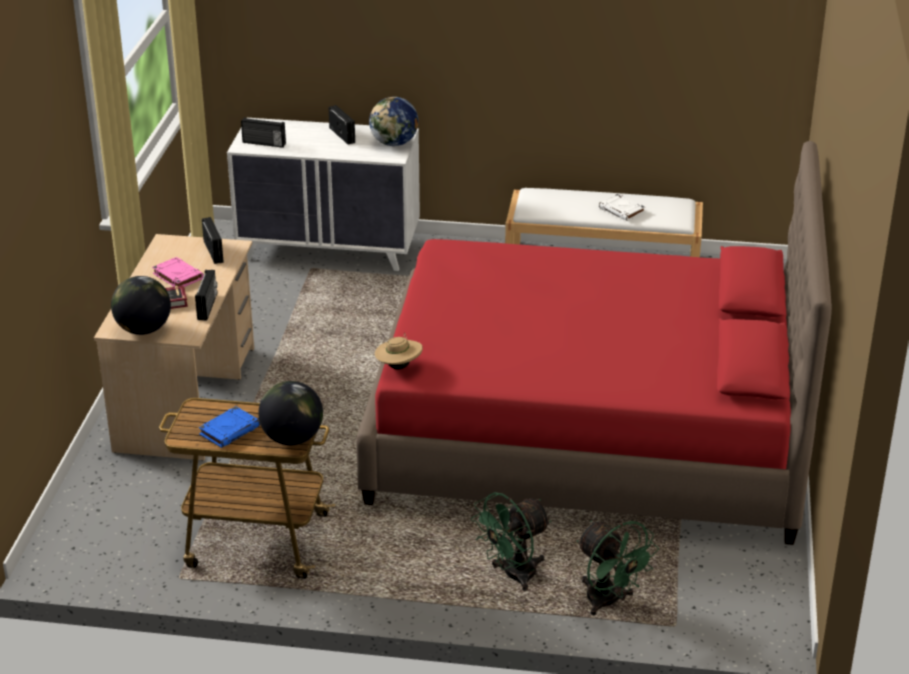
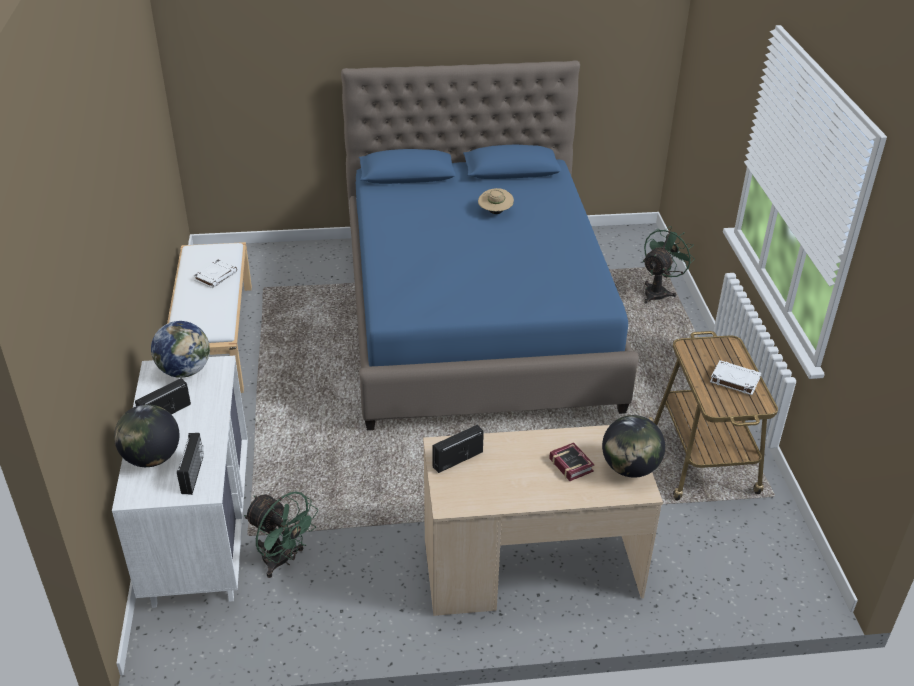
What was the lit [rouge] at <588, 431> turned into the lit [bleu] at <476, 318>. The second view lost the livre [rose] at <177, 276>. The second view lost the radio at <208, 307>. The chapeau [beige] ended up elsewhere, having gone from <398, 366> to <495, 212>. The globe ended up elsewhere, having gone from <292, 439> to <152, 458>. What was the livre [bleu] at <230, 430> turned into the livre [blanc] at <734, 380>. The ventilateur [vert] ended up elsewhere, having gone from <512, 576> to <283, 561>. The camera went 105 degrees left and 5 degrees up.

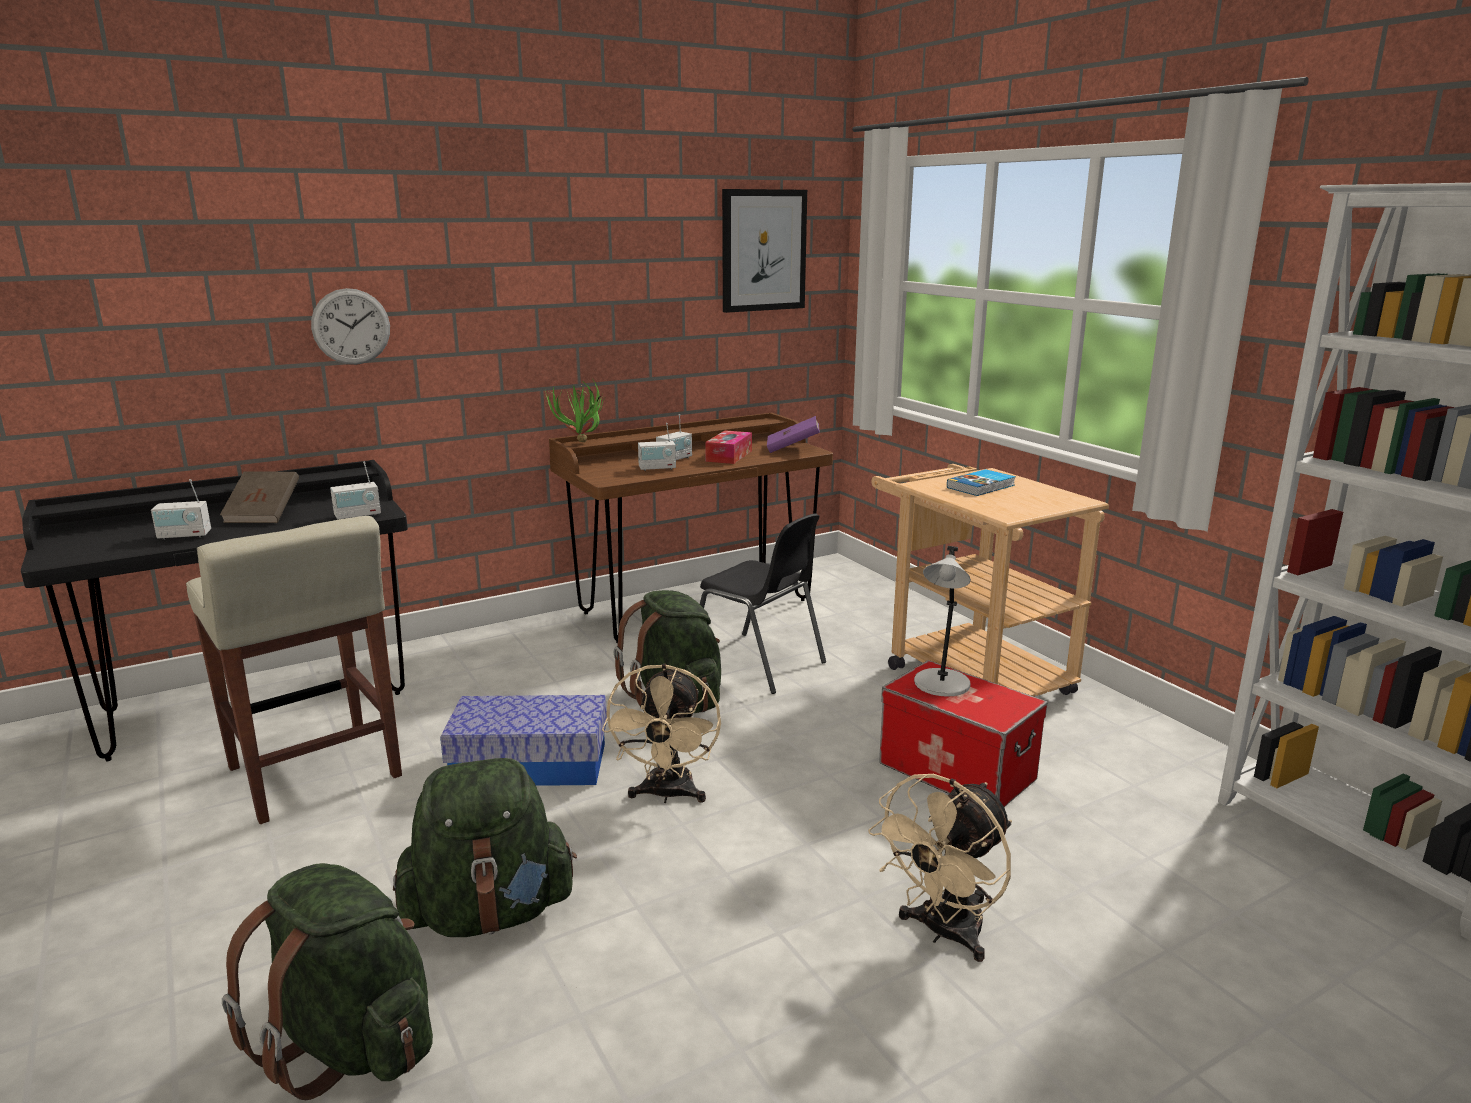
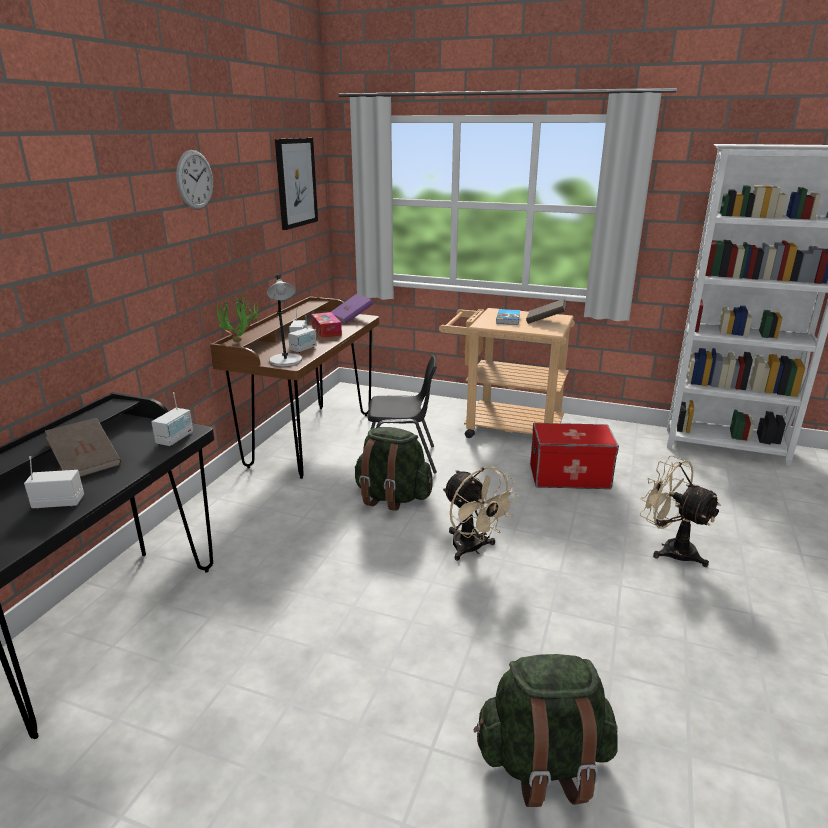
The horloge murale ended up elsewhere, having gone from <351, 326> to <195, 180>. The radio at <184, 536> ended up facing another way, 135 degrees counterclockwise from before. The second view lost the tabouret [beige] at <315, 774>. The lampe de table [gris] ended up elsewhere, having gone from <941, 685> to <286, 361>. The second view lost the boîte de rangement at <530, 764>. The second view lost the sac à dos [vert] at <490, 913>. The ventilateur [beige] at <943, 933> ended up facing another way, 135 degrees clockwise from before. The second view gained the livre [marron] at <545, 321>. The camera went 40 degrees left and 5 degrees up.

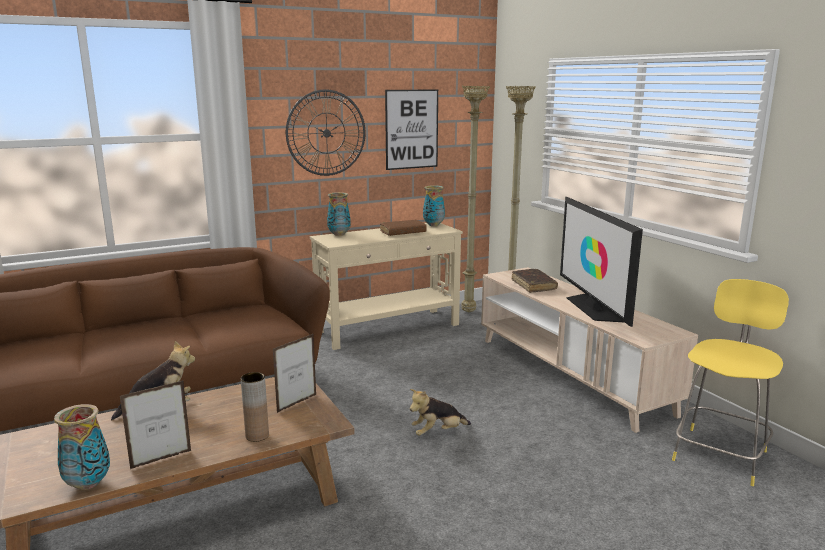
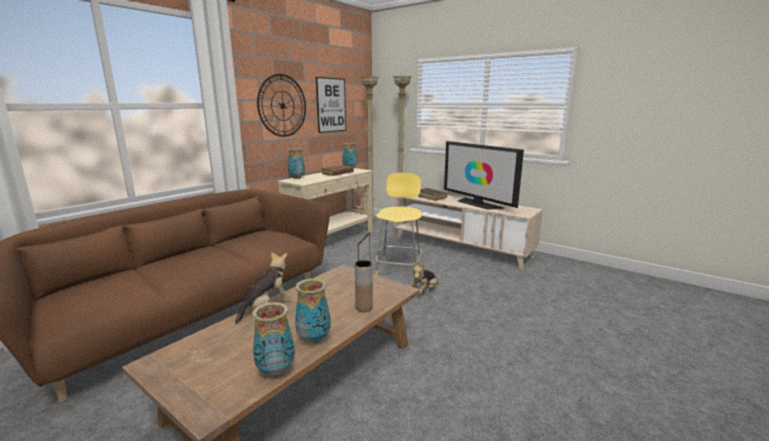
The tabouret [jaune] ended up elsewhere, having gone from <720, 454> to <399, 268>. Where the cadre photo stood at <161, 459>, the vase came to stand at <314, 339>. The camera went 25 degrees left and 0 degrees up.

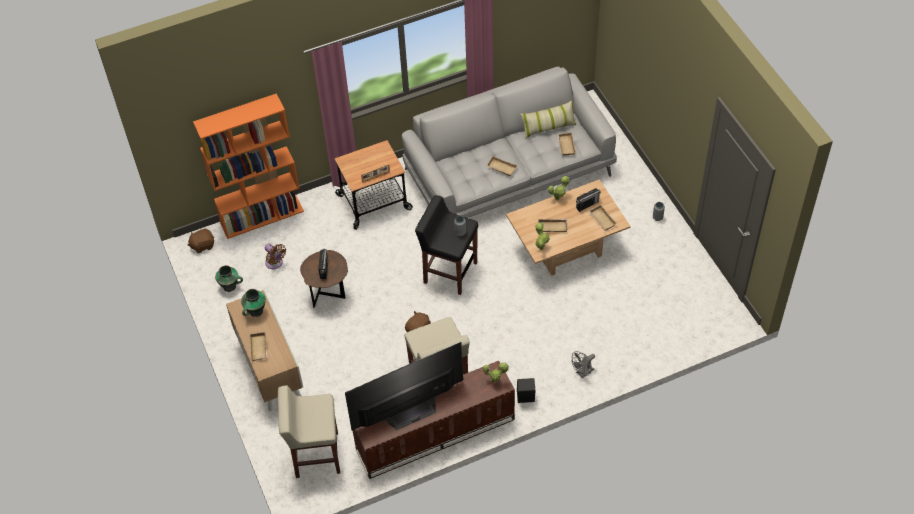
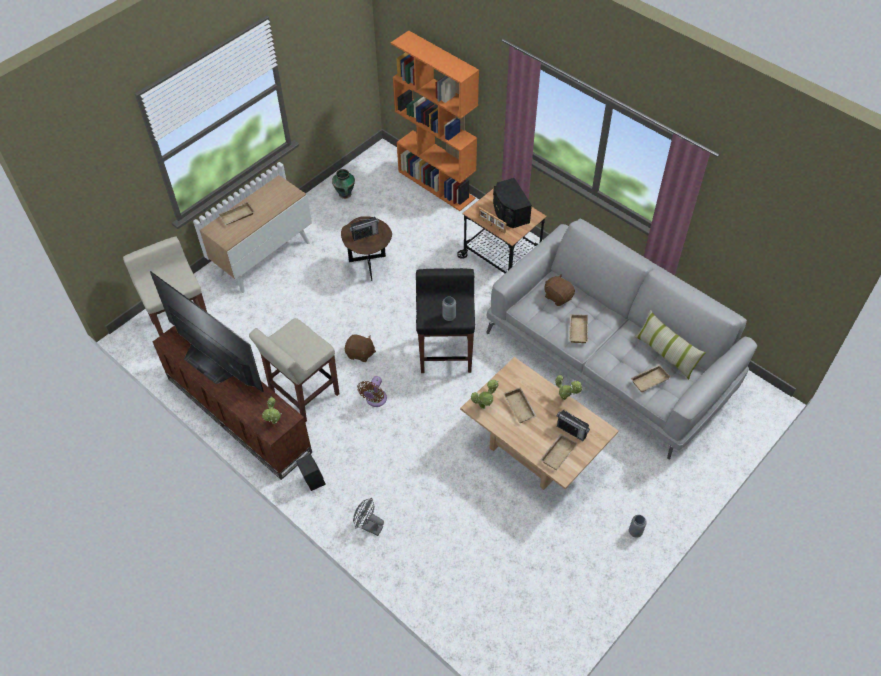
The peluche [marron] ended up elsewhere, having gone from <202, 245> to <558, 296>. The ventilateur [marron] ended up elsewhere, having gone from <275, 263> to <375, 400>. The second view lost the vase at <255, 312>. The second view gained the enceinte [noir] at <509, 212>. The camera went 65 degrees right and 0 degrees up.

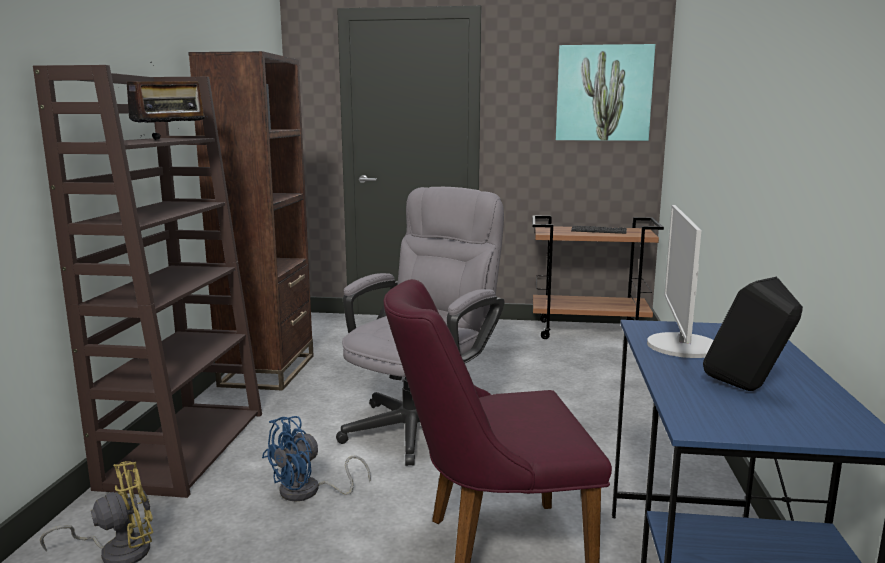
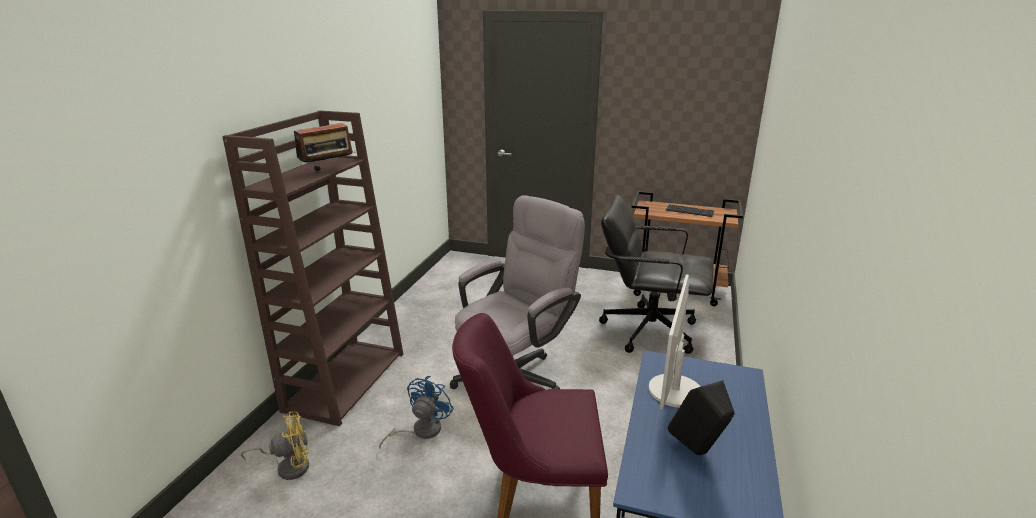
The second view lost the tableau at <603, 93>. The second view lost the bibliothèque [marron] at <268, 370>. The ventilateur [bleu] at <308, 492> ended up facing another way, 150 degrees clockwise from before. The second view gained the chaise de bureau [noir] at <648, 330>. The camera went 10 degrees right and 10 degrees up.

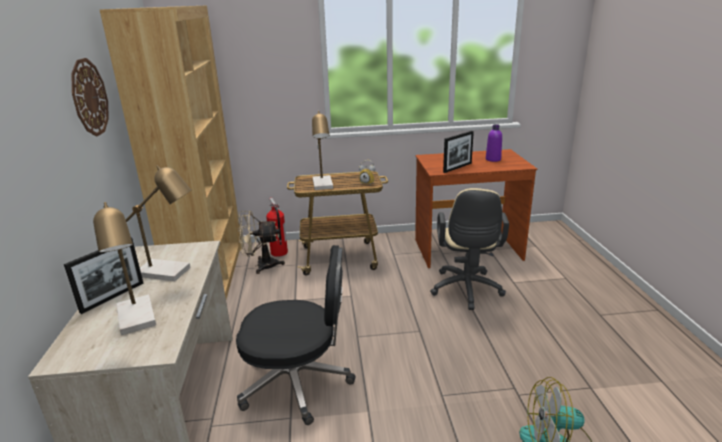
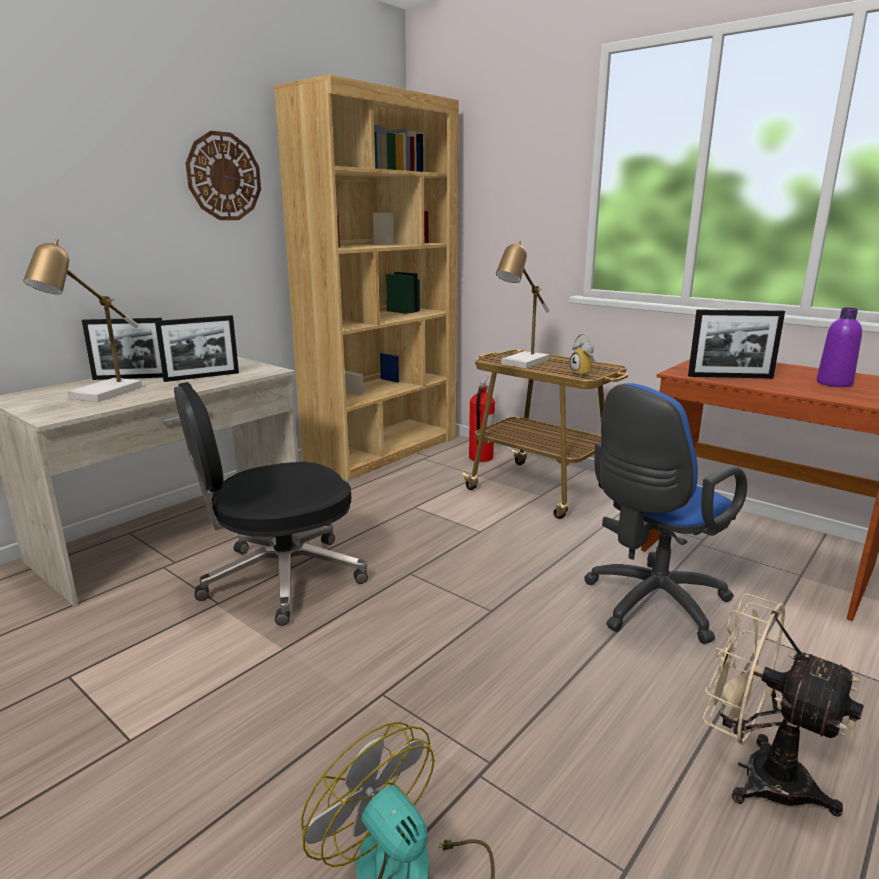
Where the lampe de table stood at <170, 272>, the cadre photo came to stand at <202, 377>. What was the chaise de bureau [beige] at <466, 291> turned into the chaise de bureau [bleu] at <650, 605>. The ventilateur [beige] ended up elsewhere, having gone from <261, 266> to <757, 774>. The chaise de bureau [noir] at <298, 382> ended up facing another way, 105 degrees clockwise from before. The camera went 45 degrees right and 5 degrees down.

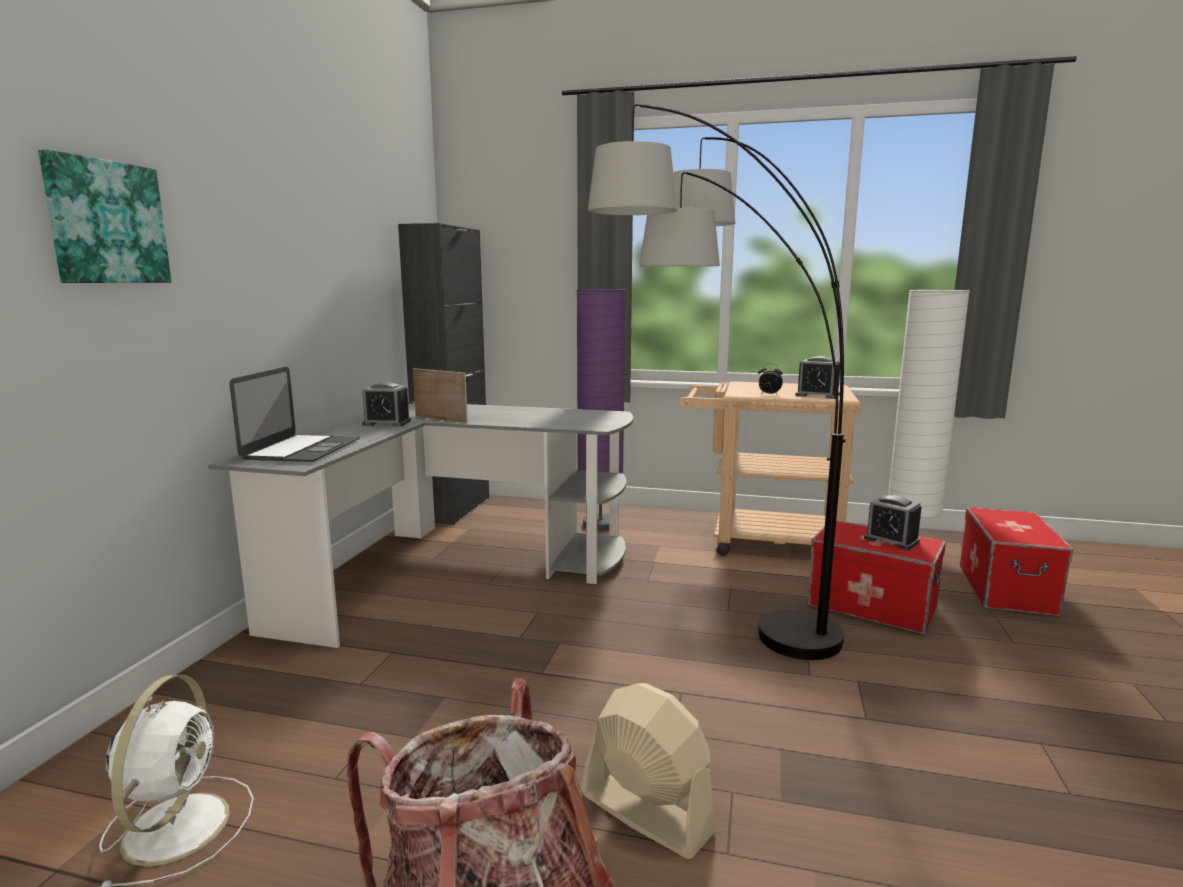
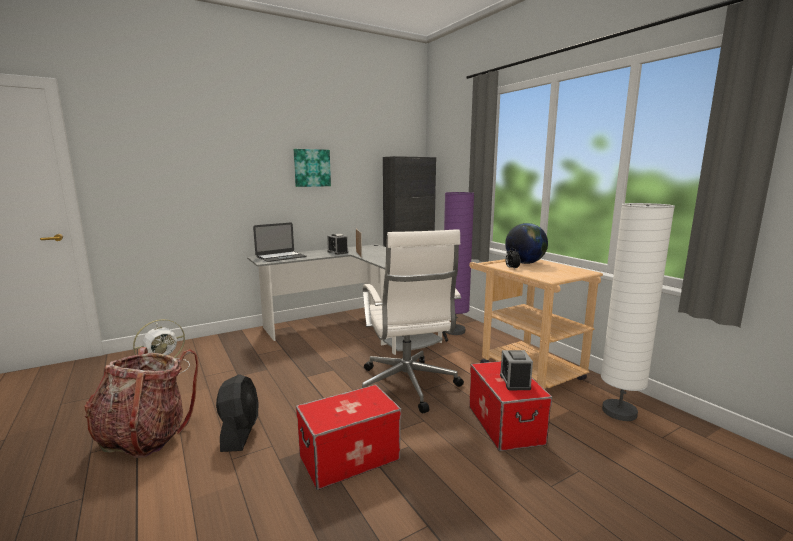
Where the lampadaire stood at <703, 616>, the chaise de bureau [blanc] came to stand at <407, 386>. The tableau ended up elsewhere, having gone from <106, 222> to <312, 168>. The second view lost the réveil at <817, 395>. The boîte de rangement ended up elsewhere, having gone from <1006, 589> to <349, 458>. What was the ventilateur [beige] at <645, 812> turned into the ventilateur [noir] at <240, 433>. The second view gained the globe at <525, 263>. The camera went 45 degrees right and 0 degrees up.

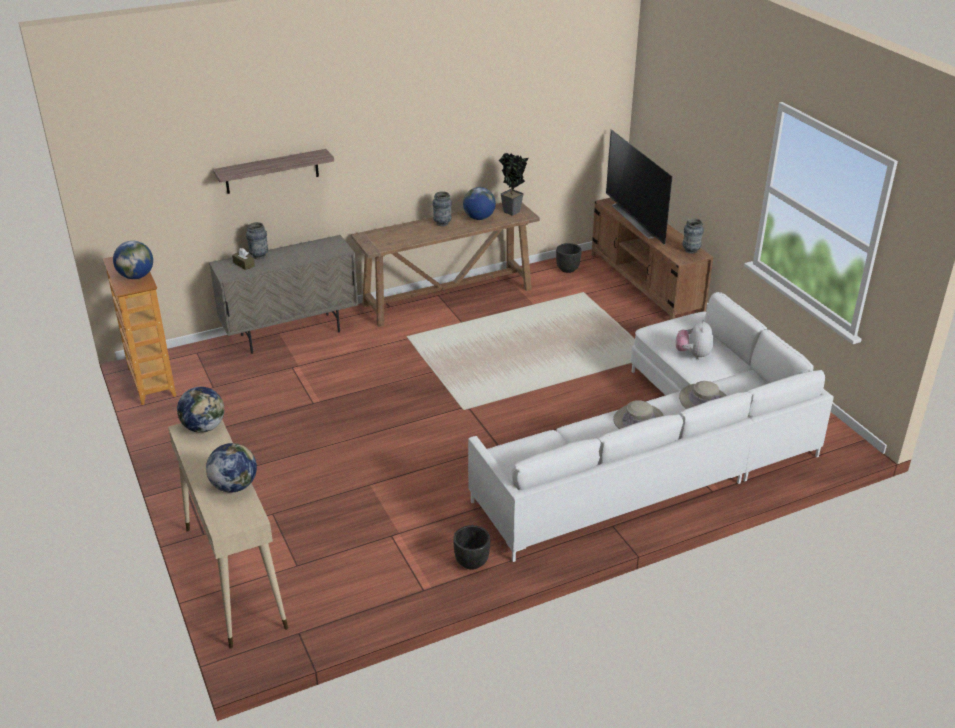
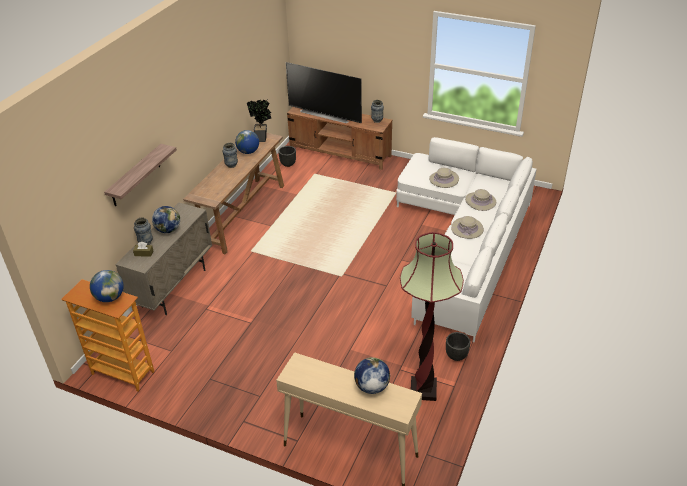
Where the peluche stood at <693, 355>, the chapeau [beige] came to stand at <444, 179>. The globe ended up elsewhere, having gone from <204, 427> to <168, 230>. The second view gained the lampadaire at <423, 390>. The camera went 40 degrees left and 5 degrees up.

